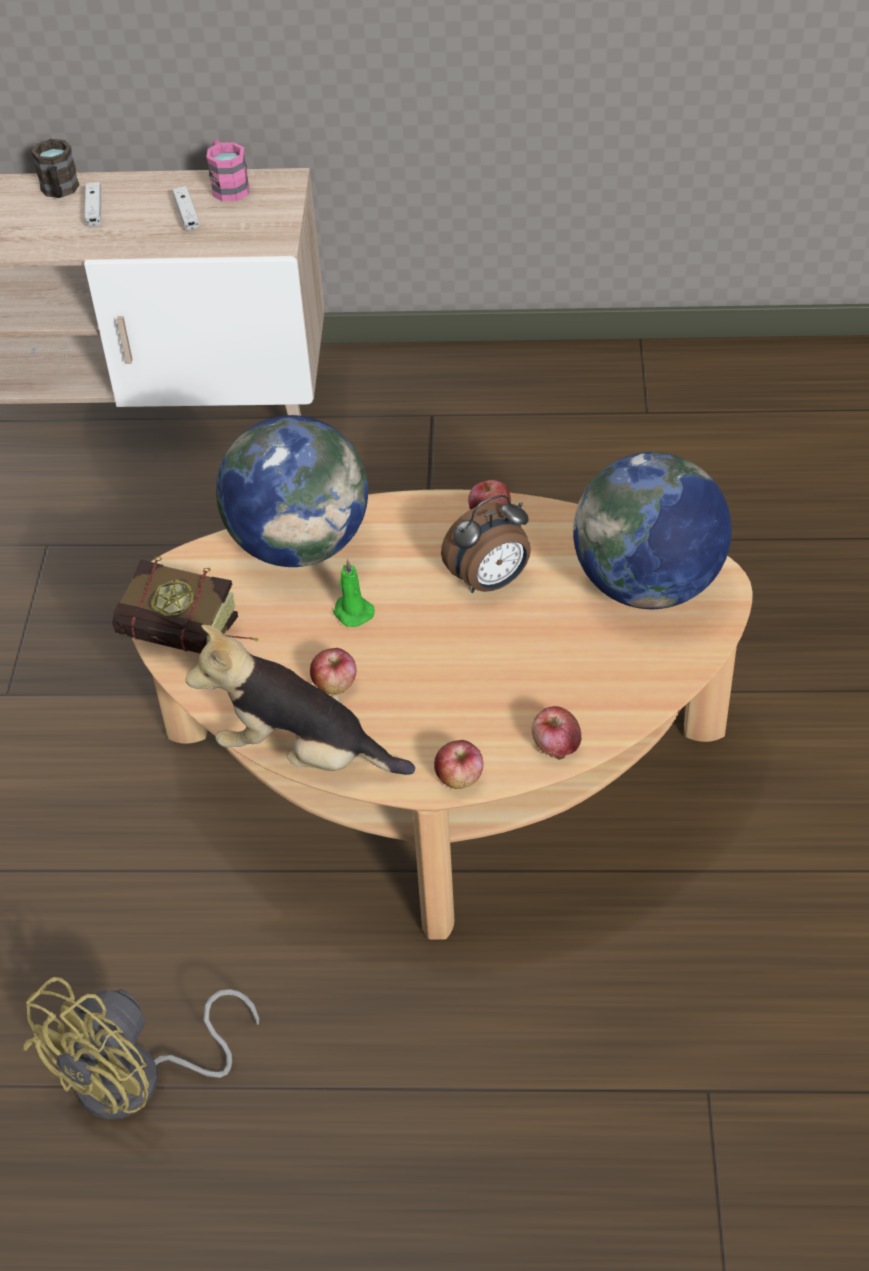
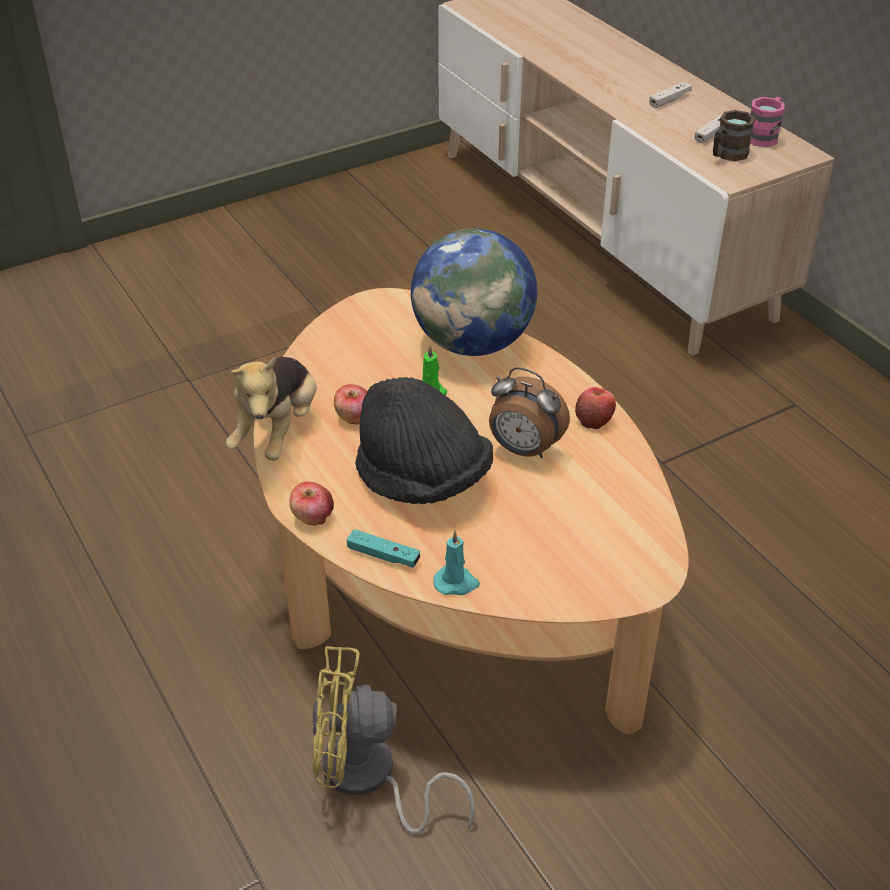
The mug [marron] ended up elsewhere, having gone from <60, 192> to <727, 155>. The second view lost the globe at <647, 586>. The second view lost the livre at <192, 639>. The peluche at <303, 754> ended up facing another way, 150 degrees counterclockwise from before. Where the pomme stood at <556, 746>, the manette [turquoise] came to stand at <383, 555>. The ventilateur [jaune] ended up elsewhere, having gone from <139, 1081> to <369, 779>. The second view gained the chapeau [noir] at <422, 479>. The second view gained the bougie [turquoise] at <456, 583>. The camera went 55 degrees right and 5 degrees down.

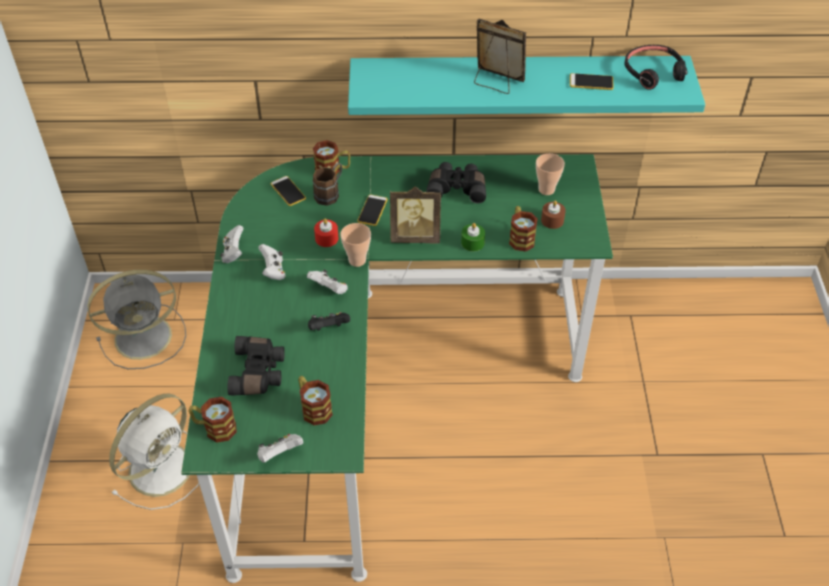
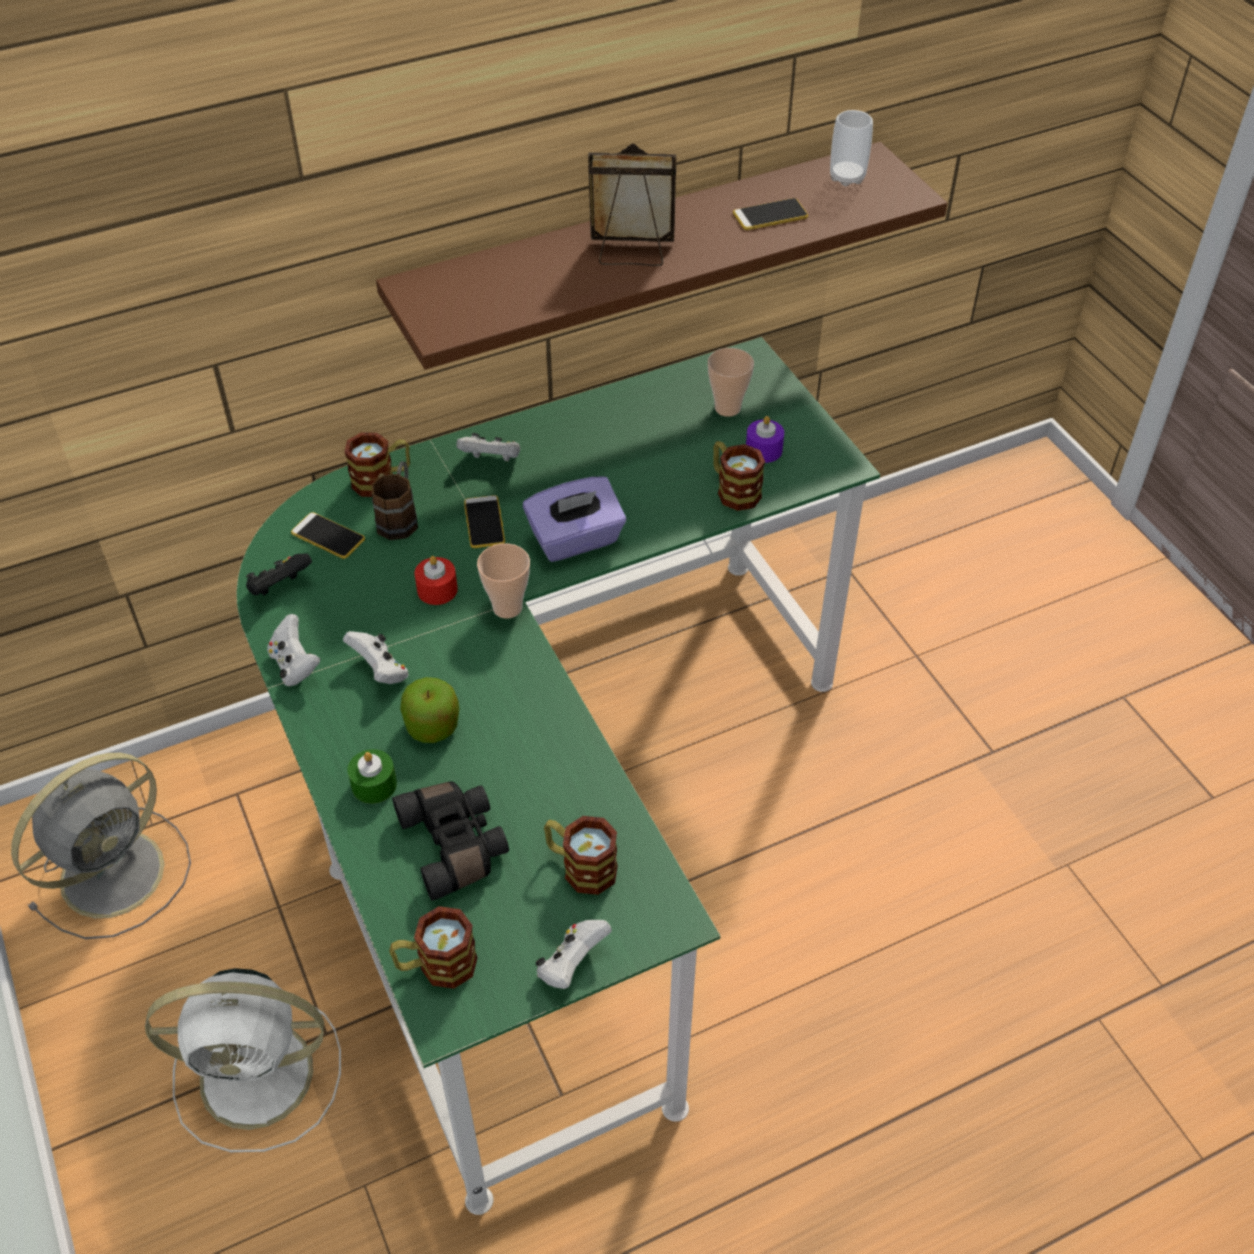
Where the casque audio [noir] stood at <653, 72>, the tasse came to stand at <847, 177>. What was the étagère [turquoise] at <518, 83> turned into the étagère [marron] at <641, 253>. The second view lost the jumelles [noir] at <457, 188>. Where the cadre photo stood at <415, 236>, the boîte à mouchoirs [violet] came to stand at <576, 540>. What was the bougie [marron] at <552, 220> turned into the bougie [violet] at <764, 450>. The bougie [vert] ended up elsewhere, having gone from <472, 243> to <374, 785>. The manette [blanc] ended up elsewhere, having gone from <329, 290> to <491, 460>. The manette [noir] ended up elsewhere, having gone from <329, 328> to <280, 587>. The ventilateur [blanc] at <162, 467> ended up facing another way, 75 degrees clockwise from before. The second view gained the pomme at <432, 726>. The camera went 25 degrees left and 0 degrees up.

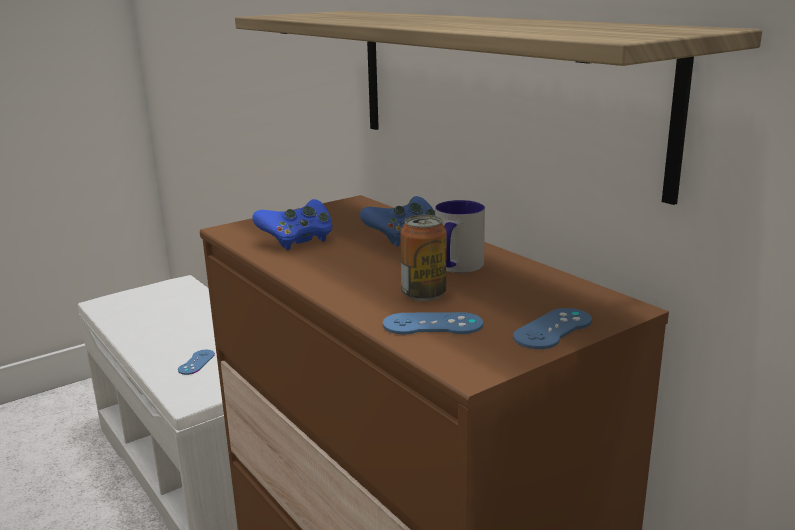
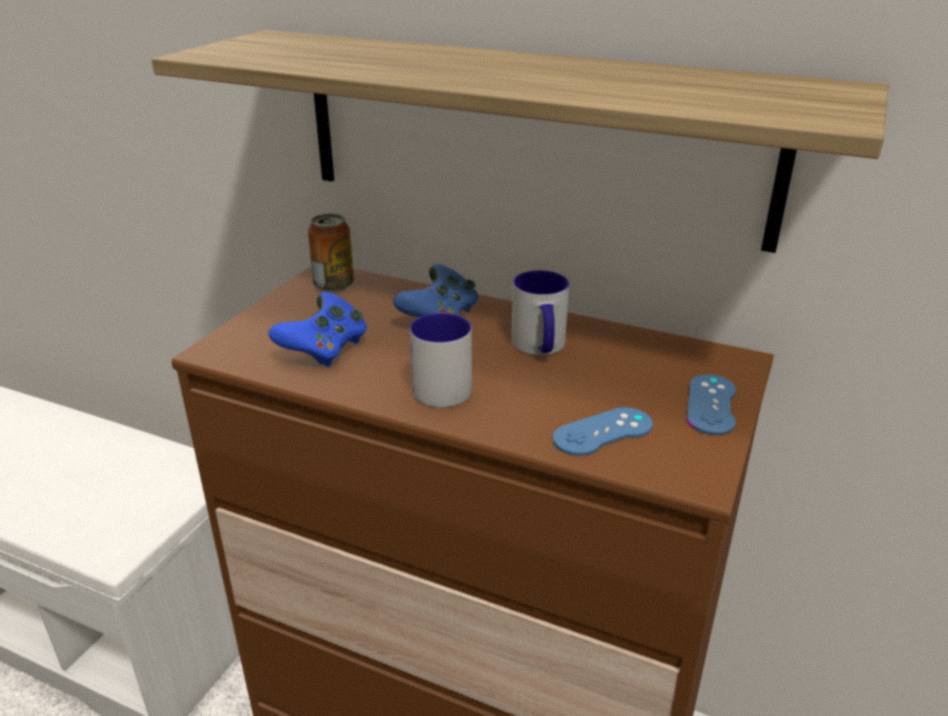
The boîte métallique ended up elsewhere, having gone from <423, 294> to <334, 285>. The second view lost the manette [bleu] at <196, 362>. The second view gained the mug at <446, 384>. The camera went 30 degrees left and 10 degrees up.

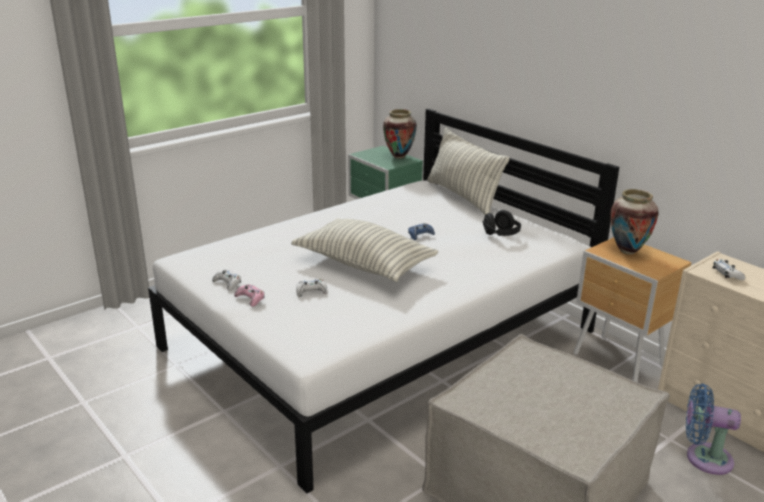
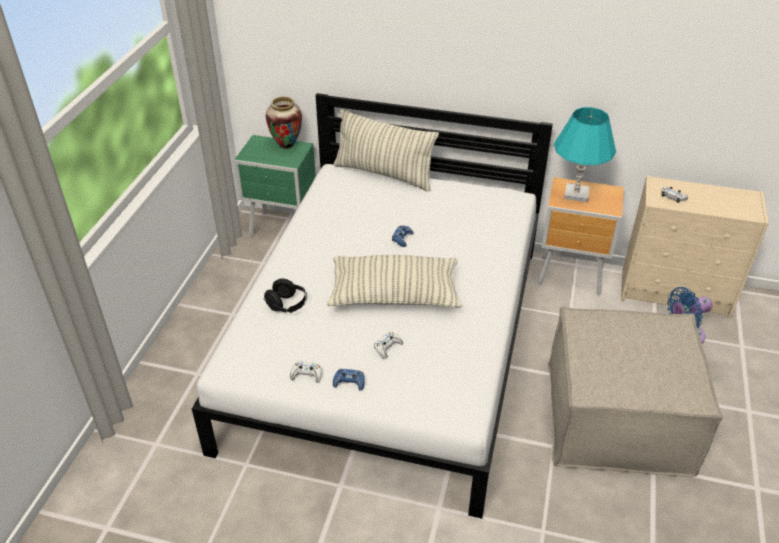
Where the vase stood at <627, 251>, the lampe de table [turquoise] came to stand at <576, 194>. The casque audio [noir] ended up elsewhere, having gone from <501, 235> to <287, 305>. What was the manette [rose] at <250, 298> turned into the manette [bleu] at <349, 382>. The camera went 35 degrees left and 15 degrees up.

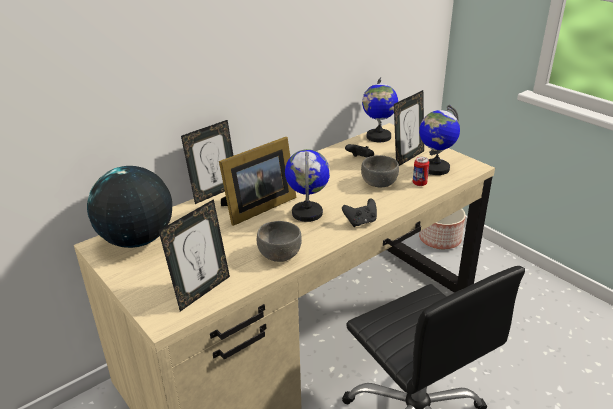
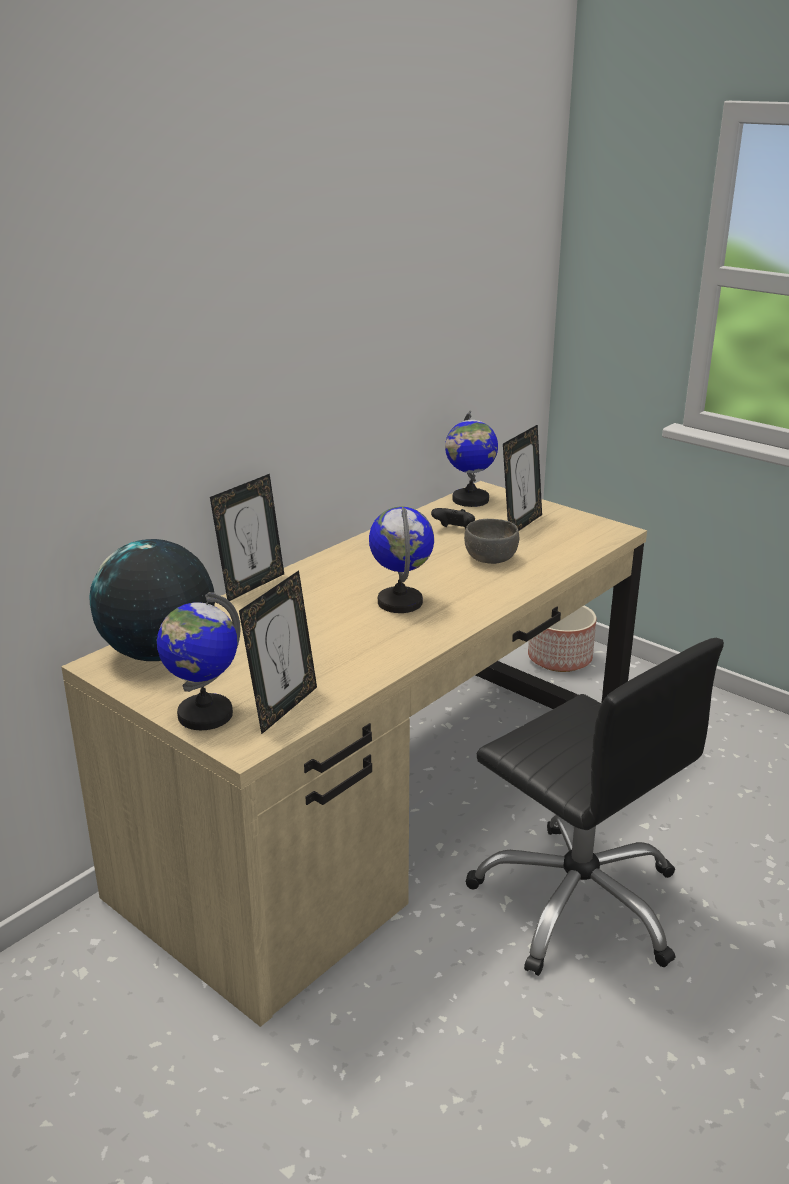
The globe ended up elsewhere, having gone from <435, 168> to <204, 715>. The second view lost the cadre photo at <256, 208>. The second view lost the boîte métallique at <419, 183>. The second view lost the manette [noir] at <360, 222>. The second view lost the bol [gris] at <279, 254>. The camera went 10 degrees left and 5 degrees down.

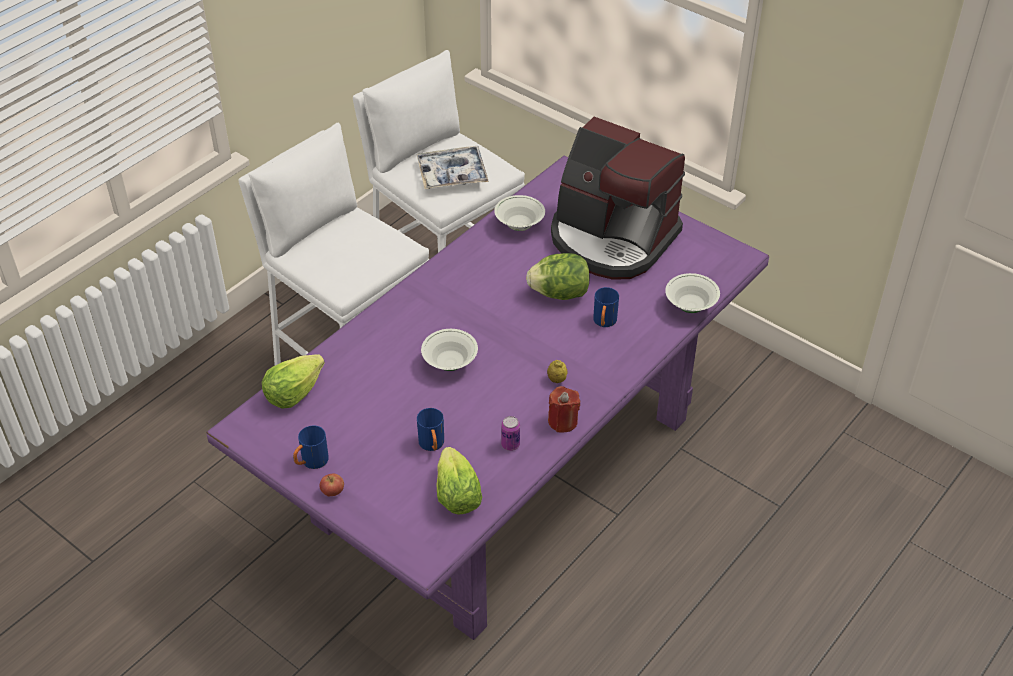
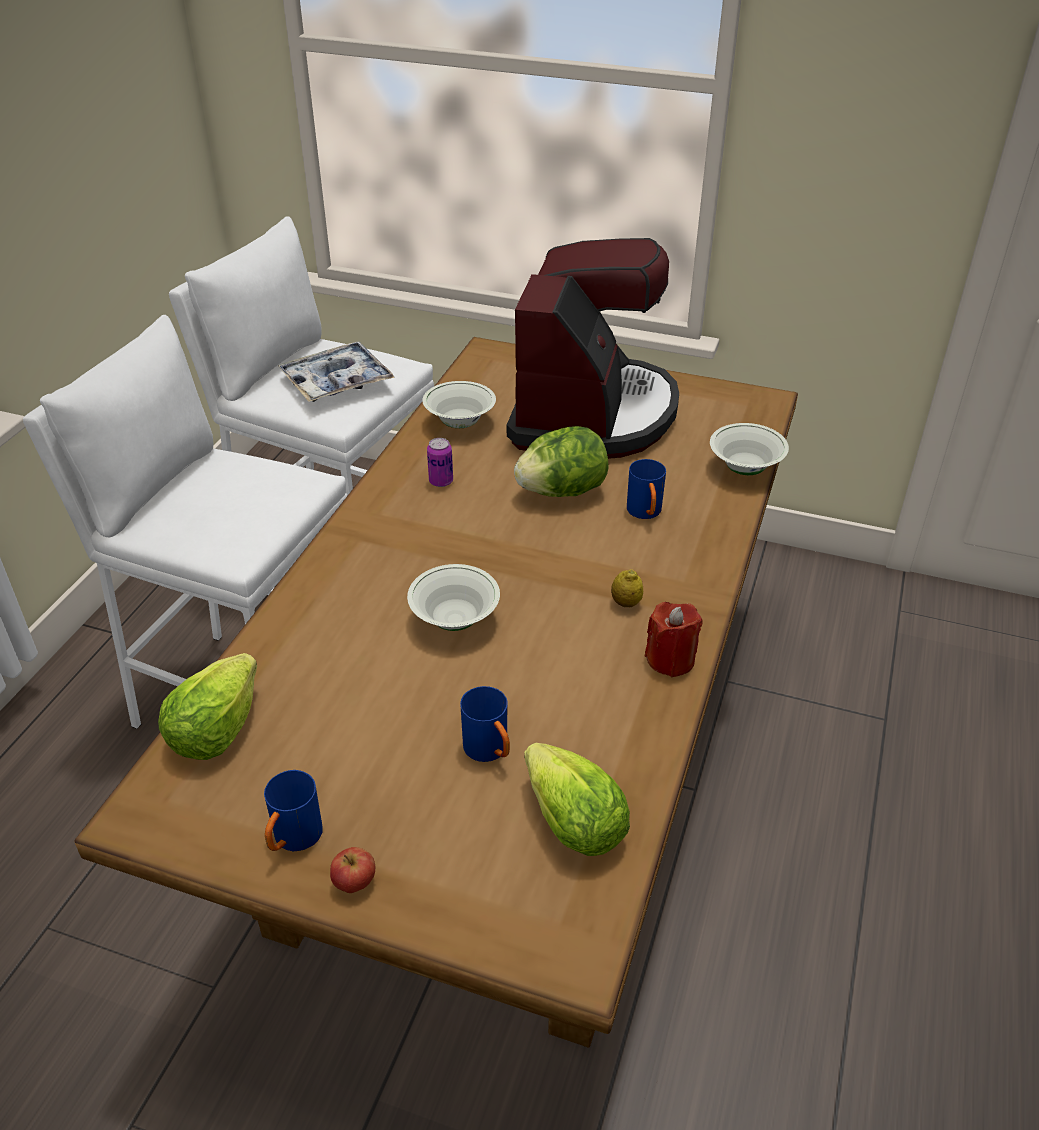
The machine à café at <612, 239> ended up facing another way, 90 degrees counterclockwise from before. What was the table à manger [violet] at <506, 469> turned into the table à manger [marron] at <517, 771>. The boîte métallique ended up elsewhere, having gone from <510, 445> to <441, 481>. The camera went 20 degrees left and 5 degrees down.

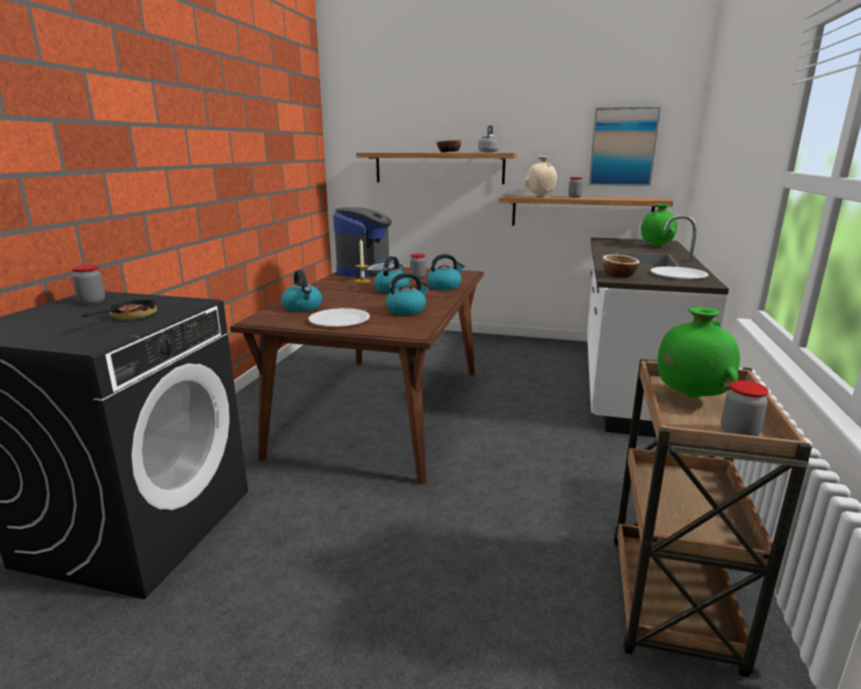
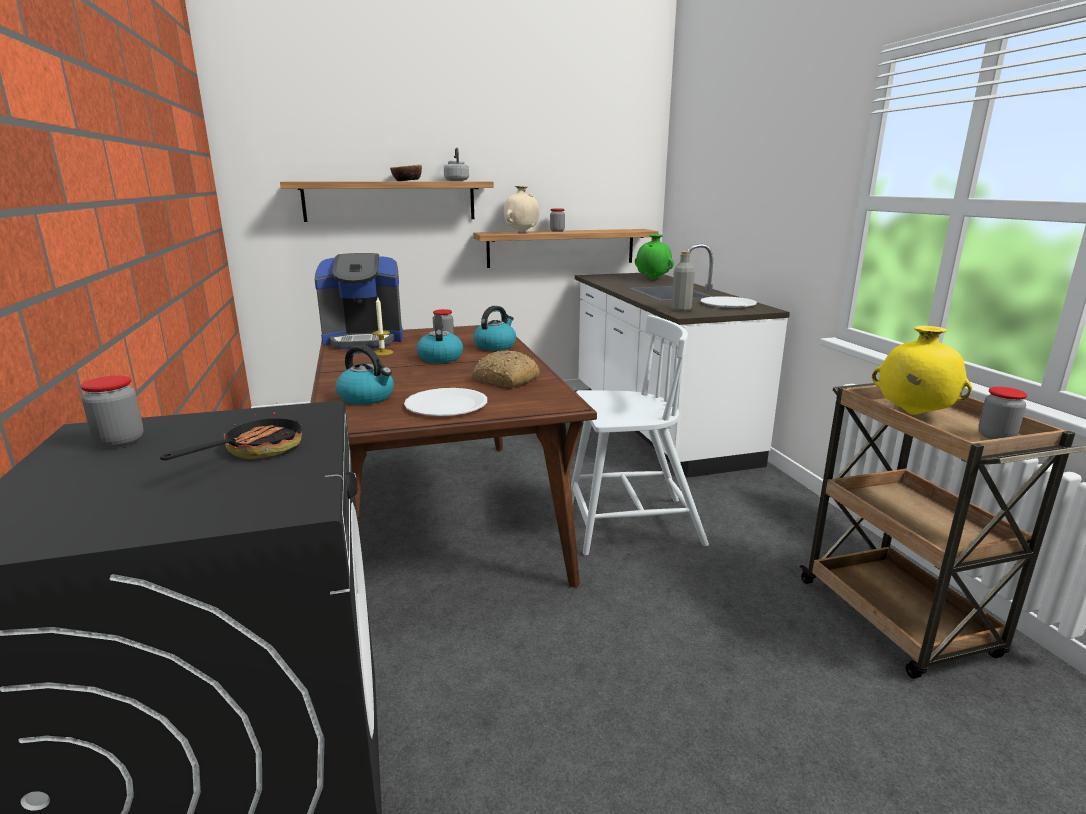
The second view lost the tableau at <623, 147>. The machine à café at <367, 270> ended up facing another way, 90 degrees clockwise from before. Where the bol stood at <618, 274>, the bouteille [gris] came to stand at <681, 309>. Where the bouilloire stood at <406, 310>, the pain came to stand at <505, 380>. The poêle at <129, 317> ended up facing another way, 45 degrees clockwise from before. What was the vase [vert] at <690, 397> turned into the vase [jaune] at <912, 414>. The second view gained the chaise [blanc] at <630, 525>. The camera went 30 degrees left and 0 degrees up.

